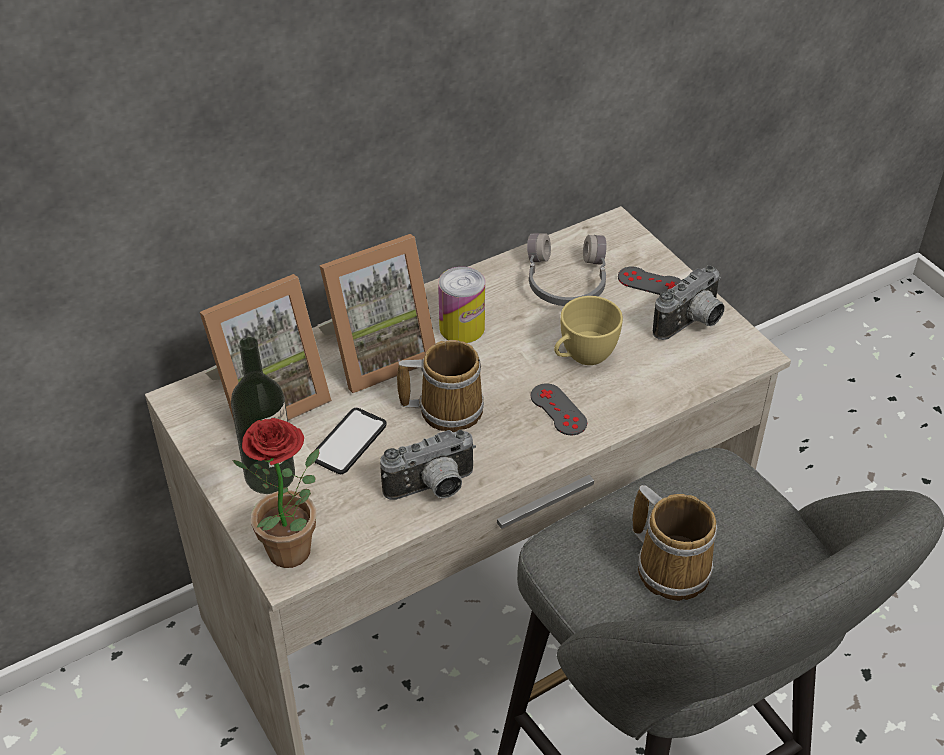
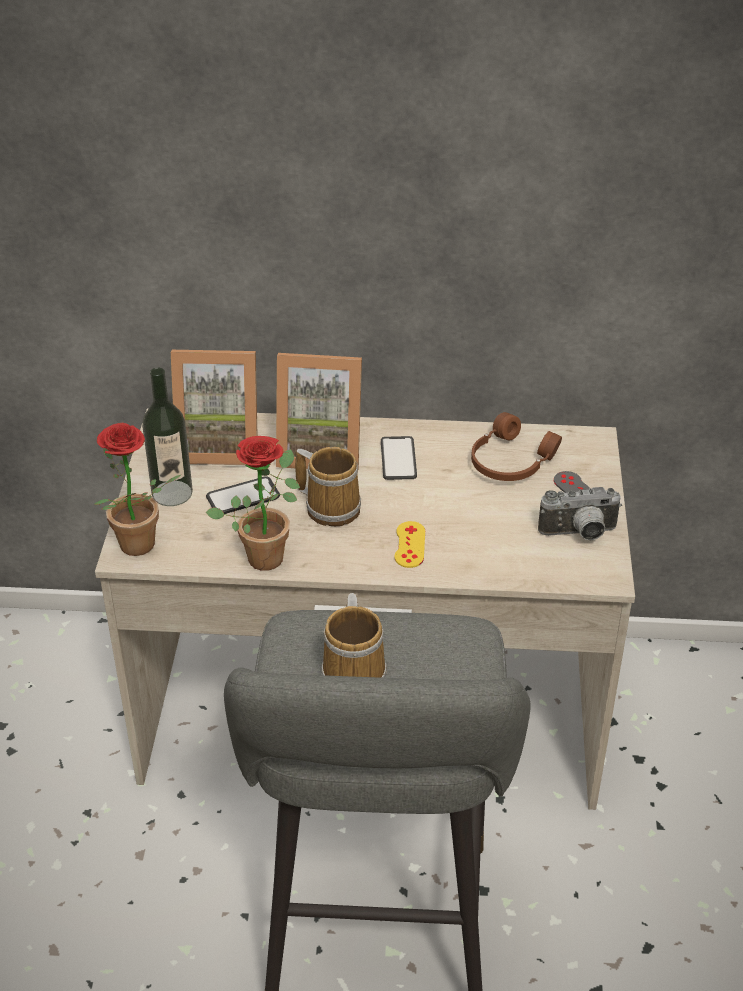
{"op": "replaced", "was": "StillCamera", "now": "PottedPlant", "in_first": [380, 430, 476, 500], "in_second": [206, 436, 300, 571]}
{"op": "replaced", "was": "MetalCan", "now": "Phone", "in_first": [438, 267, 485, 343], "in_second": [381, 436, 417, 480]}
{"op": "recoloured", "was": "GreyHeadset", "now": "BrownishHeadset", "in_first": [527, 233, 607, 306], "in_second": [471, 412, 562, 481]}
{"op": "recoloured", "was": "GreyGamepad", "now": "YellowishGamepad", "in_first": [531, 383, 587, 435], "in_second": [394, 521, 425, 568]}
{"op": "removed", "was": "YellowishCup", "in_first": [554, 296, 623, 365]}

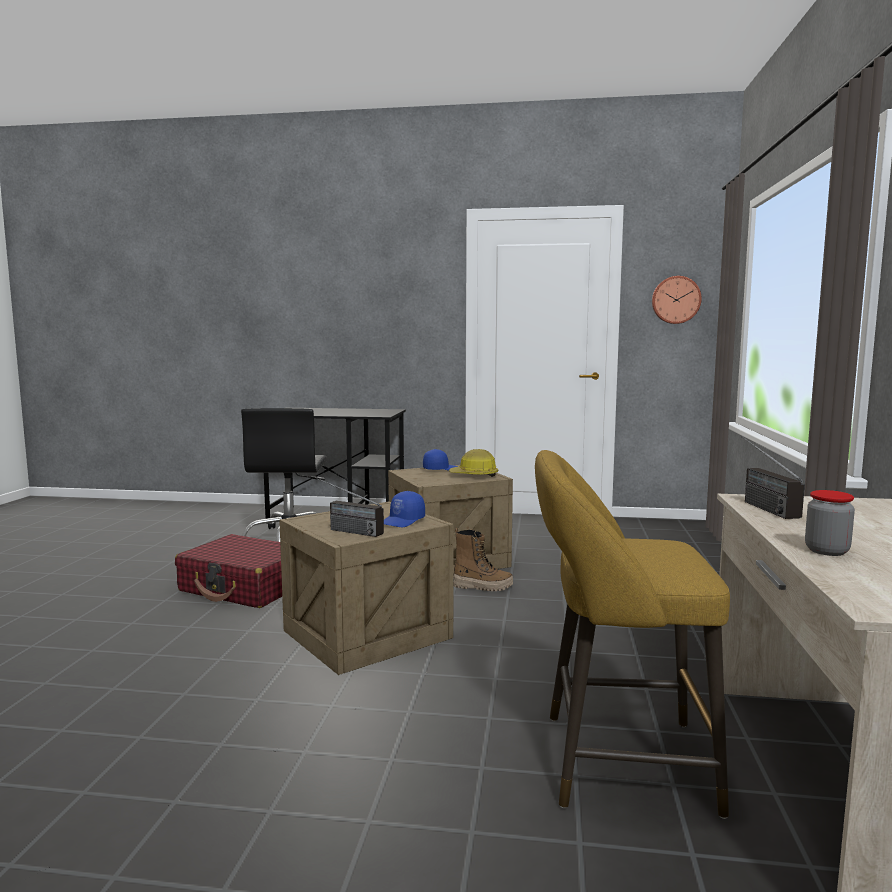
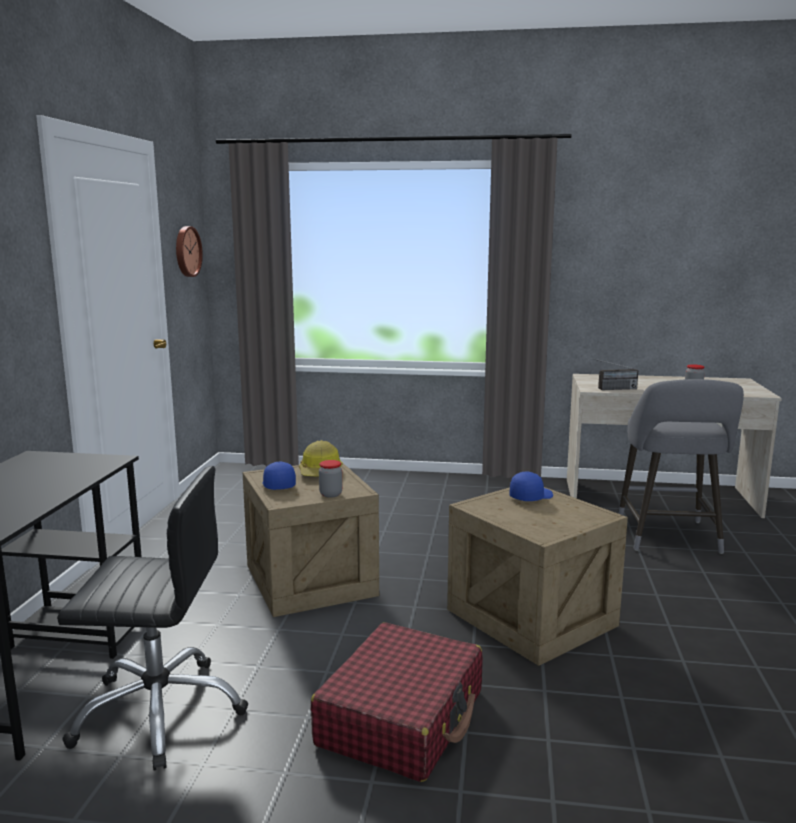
{"op": "removed", "was": "Radio", "in_first": [313, 476, 384, 537]}
{"op": "turned", "was": "BluishCap", "in_first": [384, 491, 425, 527], "in_second": [510, 472, 553, 501], "clockwise": -75}
{"op": "removed", "was": "TallBoot", "in_first": [453, 528, 513, 591]}
{"op": "recoloured", "was": "YellowishStool", "now": "GreyStool", "in_first": [535, 450, 730, 819], "in_second": [618, 379, 744, 554]}
{"op": "added", "now": "Jar", "in_second": [319, 460, 342, 498]}

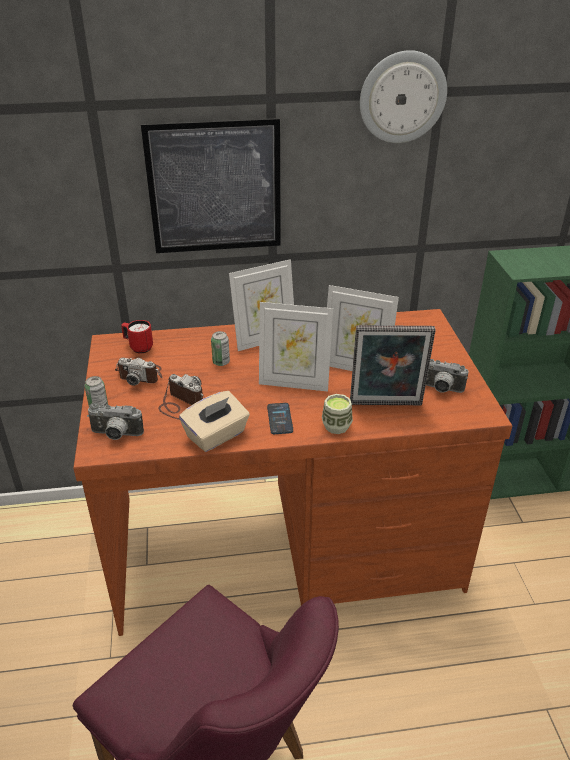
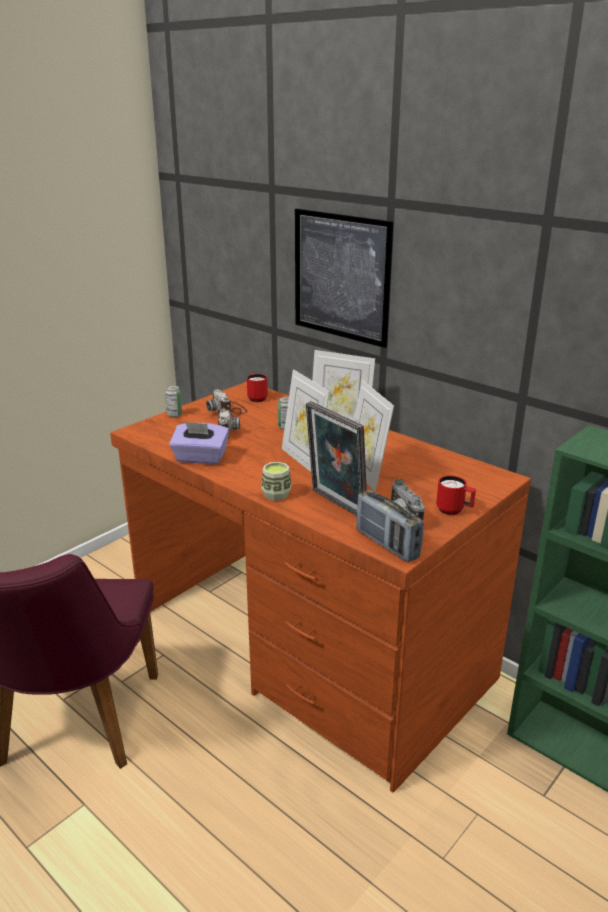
{"op": "removed", "was": "StillCamera", "in_first": [87, 403, 144, 440]}
{"op": "recoloured", "was": "BeigeTissueHolder", "now": "PurplishTissueHolder", "in_first": [179, 391, 250, 452], "in_second": [169, 422, 229, 464]}
{"op": "removed", "was": "Phone", "in_first": [267, 403, 293, 434]}
{"op": "removed", "was": "WallClock", "in_first": [360, 50, 447, 143]}
{"op": "added", "now": "Radio", "in_second": [356, 490, 423, 562]}
{"op": "added", "now": "RedColouredTeaMug", "in_second": [436, 476, 476, 515]}

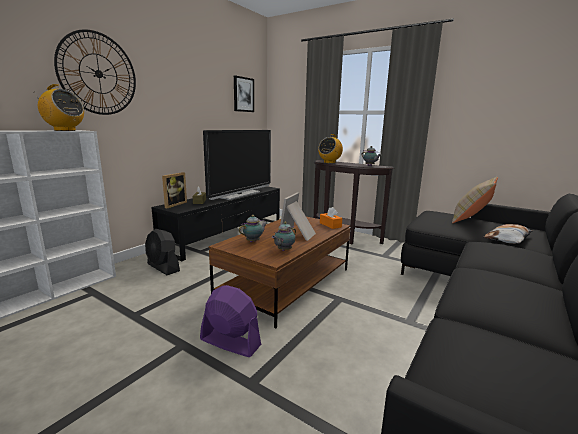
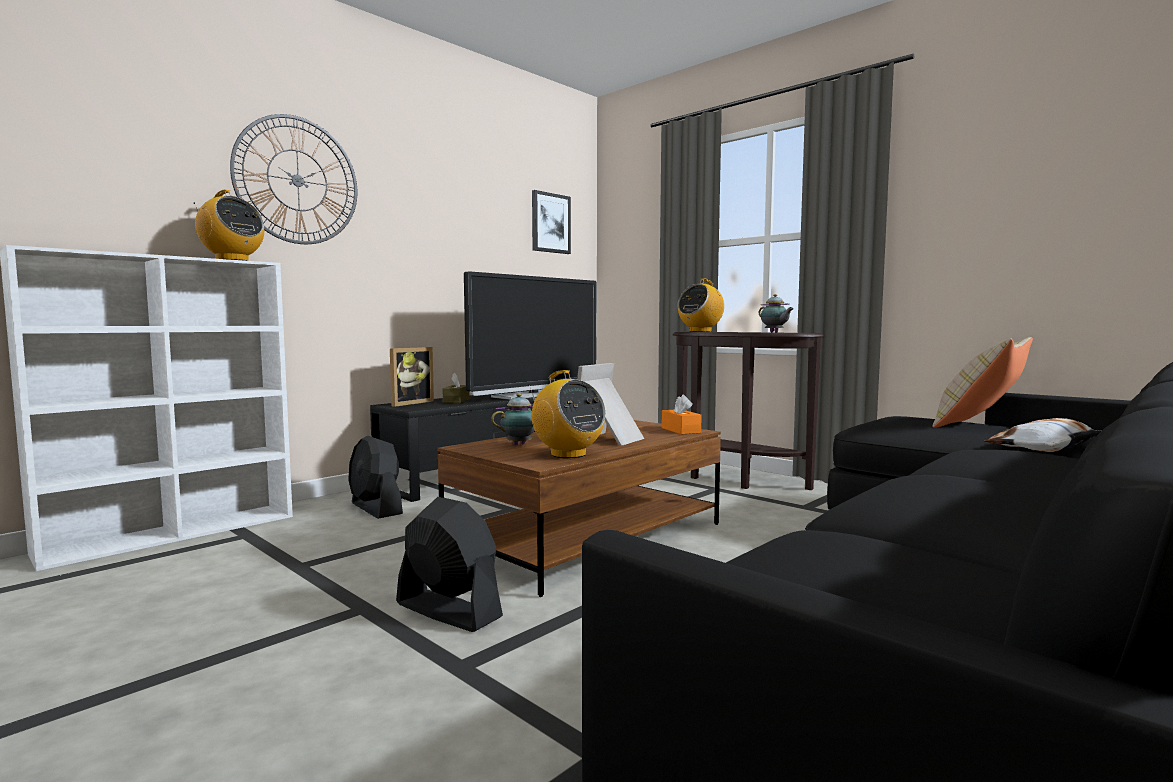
{"op": "recoloured", "was": "PurplishCoolingFan", "now": "BlackColouredCoolingFan", "in_first": [200, 285, 261, 357], "in_second": [396, 497, 503, 632]}
{"op": "replaced", "was": "Teapot", "now": "Radio", "in_first": [272, 222, 296, 251], "in_second": [528, 370, 606, 458]}

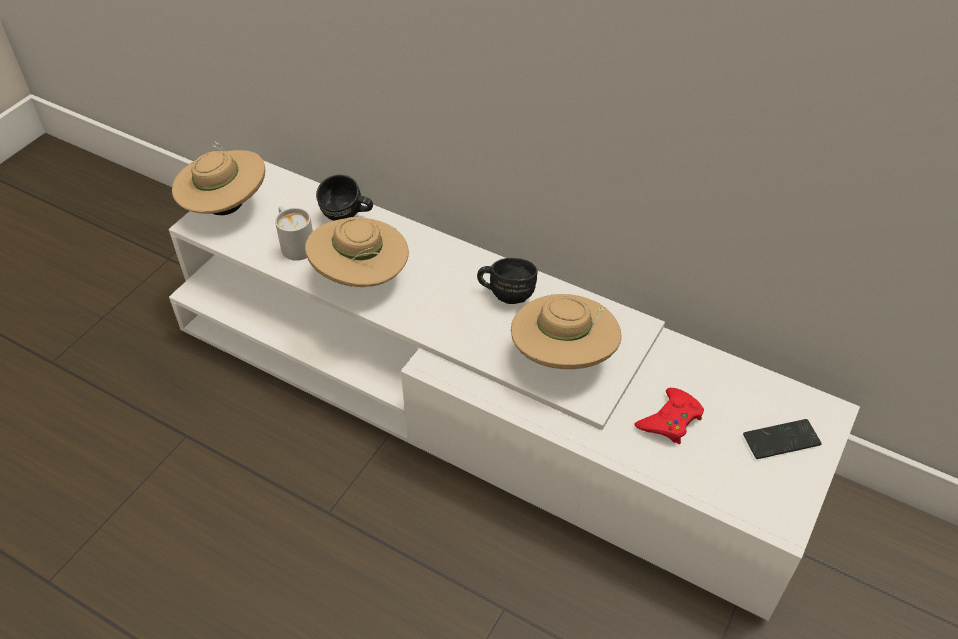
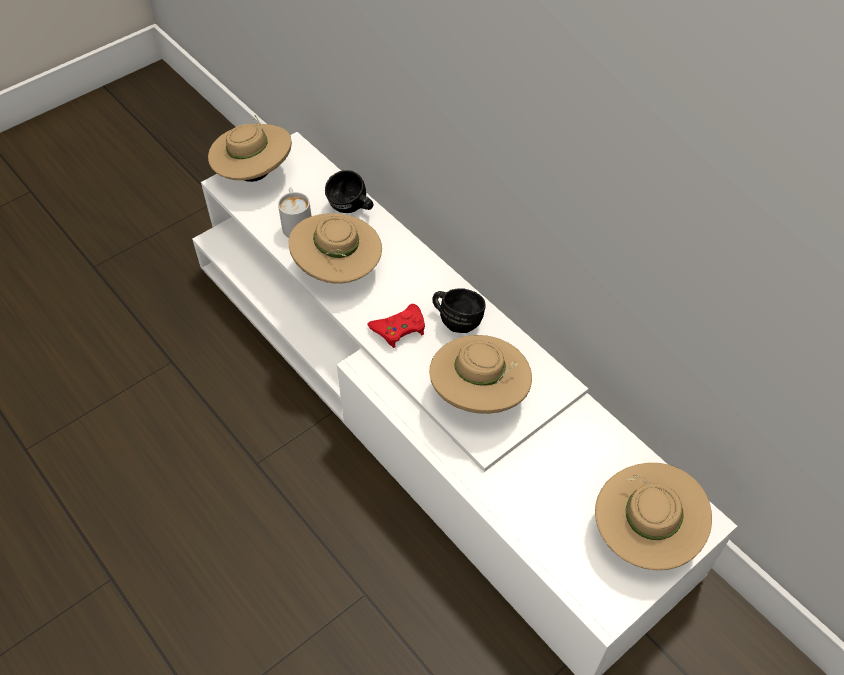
{"op": "moved", "was": "RedColouredGamepad", "in_first": [634, 388, 704, 444], "in_second": [367, 304, 425, 348]}
{"op": "replaced", "was": "Phone", "now": "BeigeClothingHat", "in_first": [743, 419, 822, 459], "in_second": [595, 463, 712, 570]}

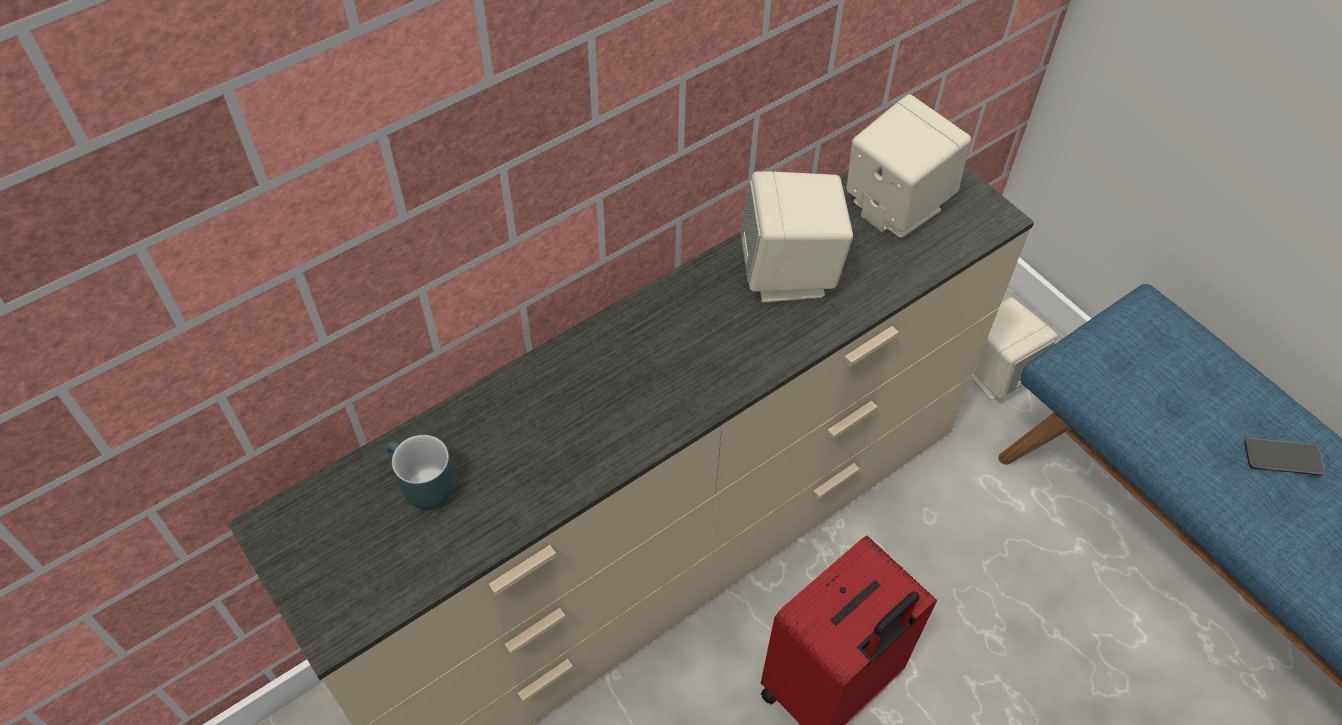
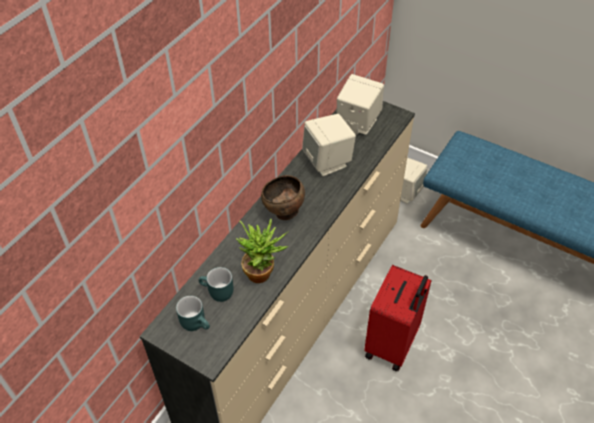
{"op": "removed", "was": "Phone", "in_first": [1245, 438, 1325, 475]}
{"op": "added", "now": "BlueGreenTeaMug", "in_second": [176, 296, 210, 331]}
{"op": "added", "now": "PottedPlant", "in_second": [236, 219, 289, 283]}
{"op": "added", "now": "BrownishServingBowl", "in_second": [261, 175, 305, 220]}

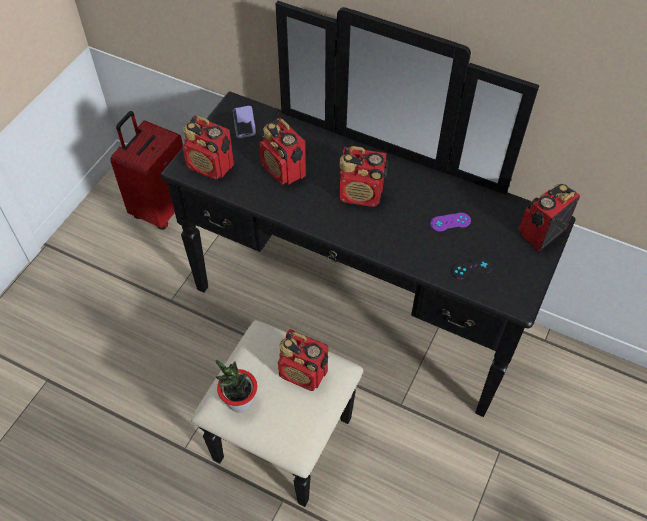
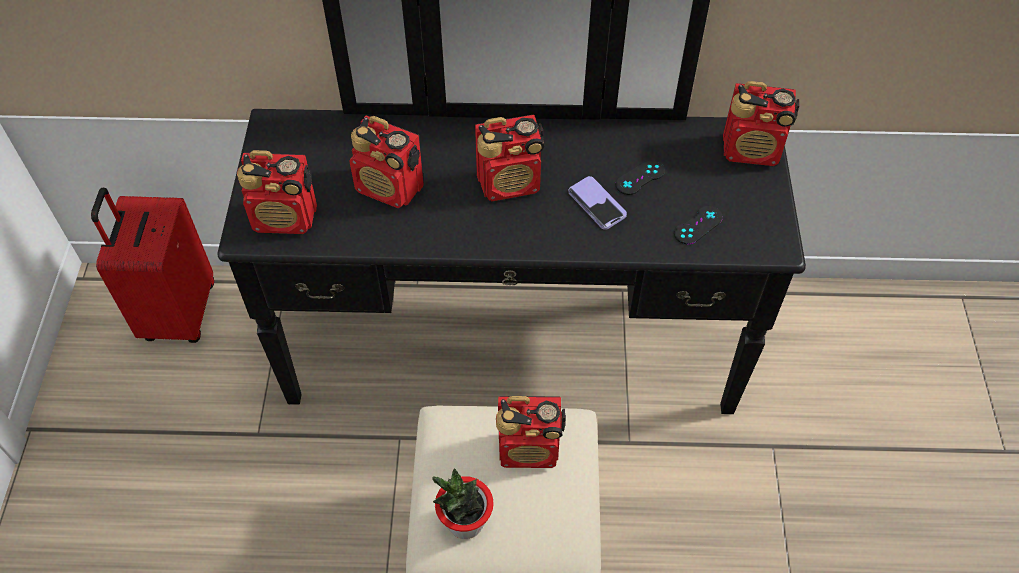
{"op": "moved", "was": "Phone", "in_first": [233, 106, 256, 138], "in_second": [568, 176, 627, 230]}
{"op": "recoloured", "was": "PurplishGamepad", "now": "BlackColouredGamepad", "in_first": [430, 213, 471, 232], "in_second": [615, 160, 665, 195]}
{"op": "turned", "was": "Radio", "in_first": [518, 184, 580, 251], "in_second": [723, 81, 799, 166], "clockwise": -105}

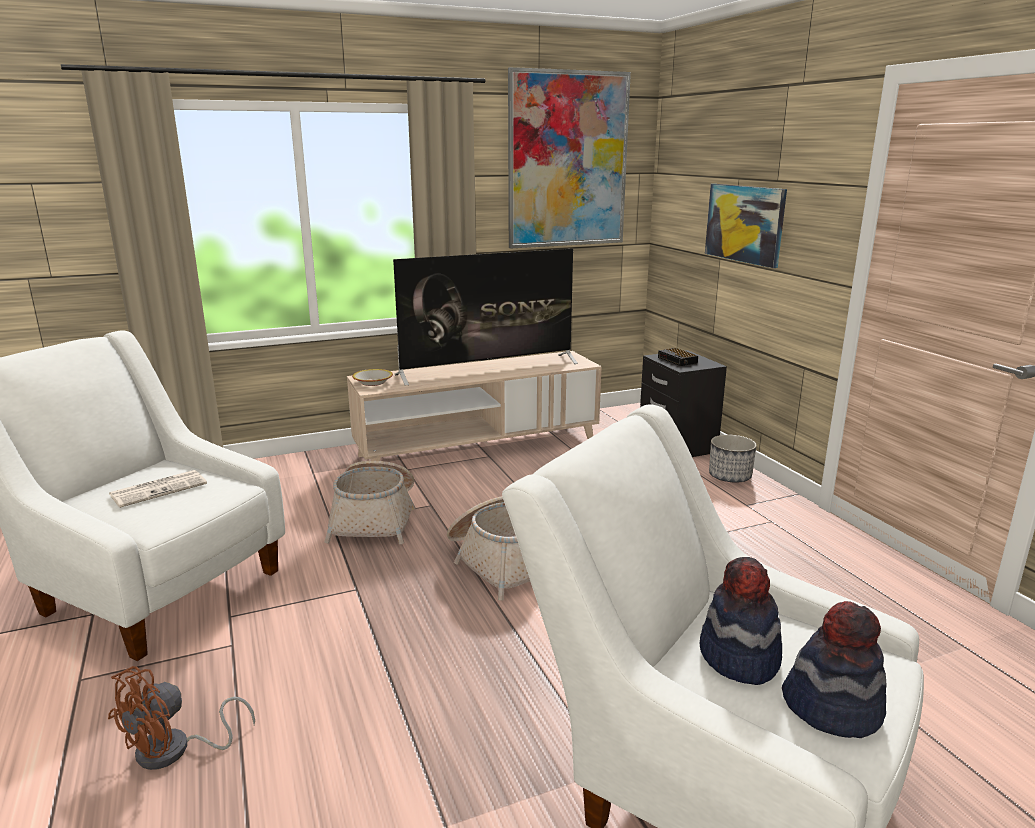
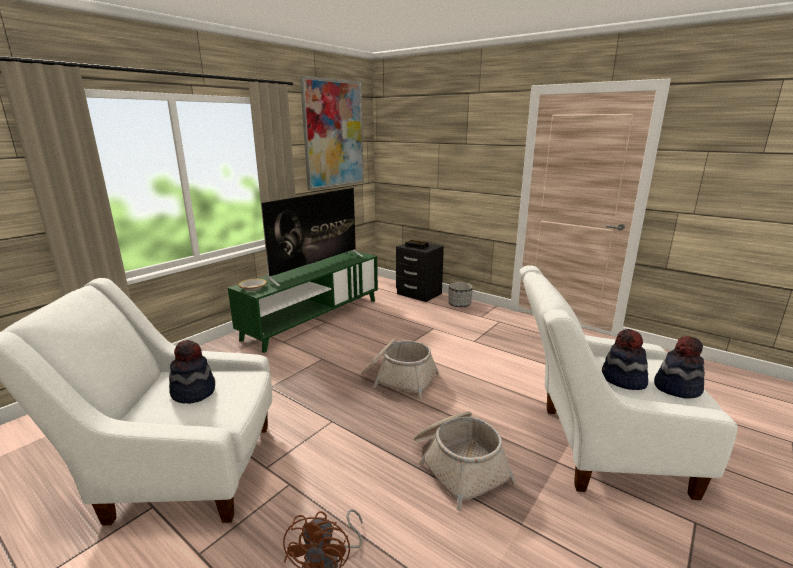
{"op": "replaced", "was": "DailyPaper", "now": "ClothingHat", "in_first": [109, 470, 207, 508], "in_second": [169, 340, 215, 404]}
{"op": "moved", "was": "StorageBasket", "in_first": [325, 461, 416, 544], "in_second": [414, 411, 516, 511]}
{"op": "recoloured", "was": "BeigeMediaConsole", "now": "GreenishMediaConsole", "in_first": [347, 351, 602, 461], "in_second": [228, 250, 378, 353]}
{"op": "removed", "was": "WallPicture", "in_first": [705, 184, 787, 268]}

